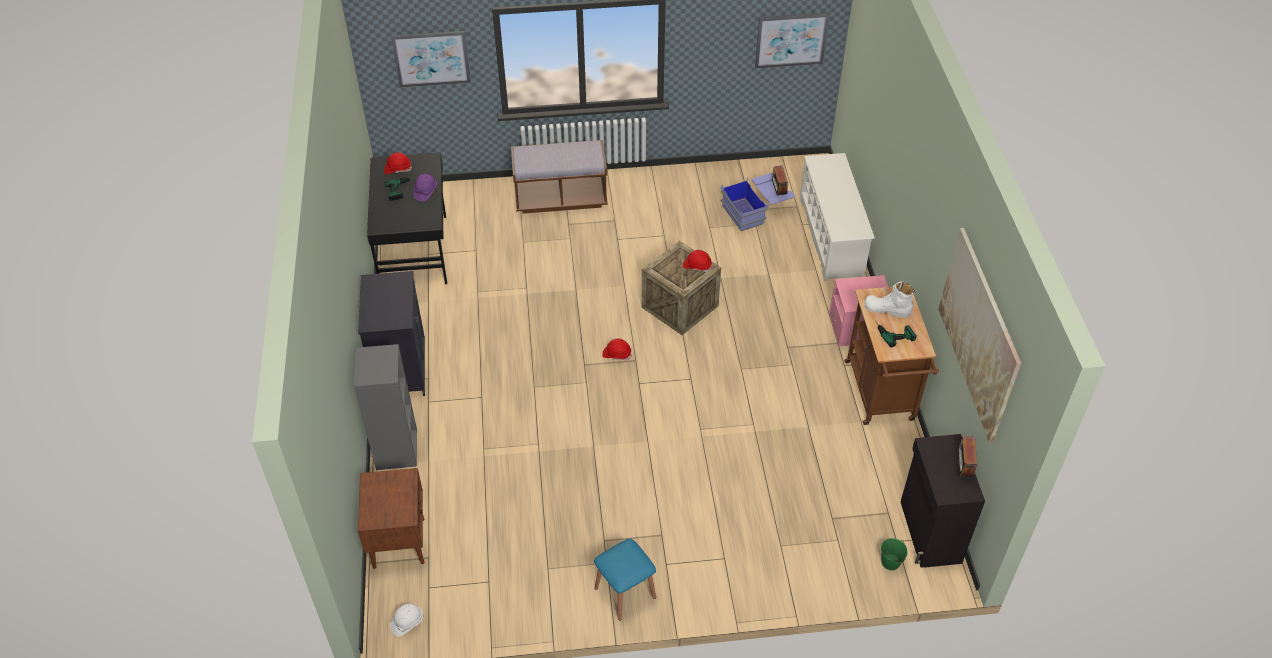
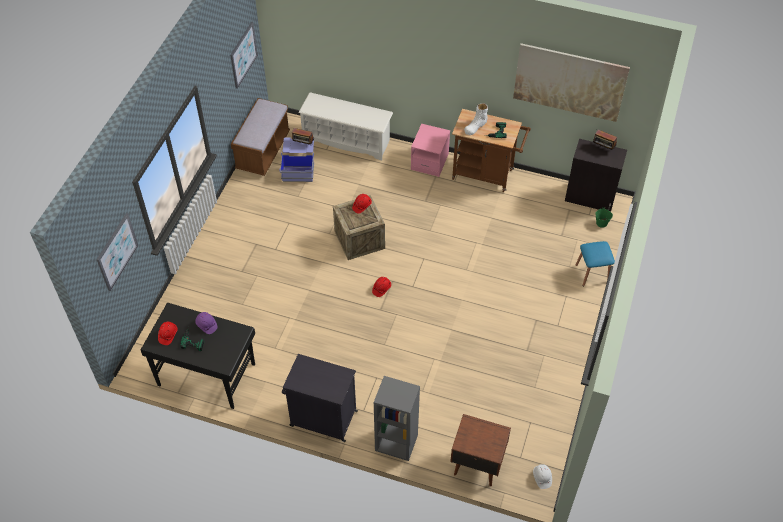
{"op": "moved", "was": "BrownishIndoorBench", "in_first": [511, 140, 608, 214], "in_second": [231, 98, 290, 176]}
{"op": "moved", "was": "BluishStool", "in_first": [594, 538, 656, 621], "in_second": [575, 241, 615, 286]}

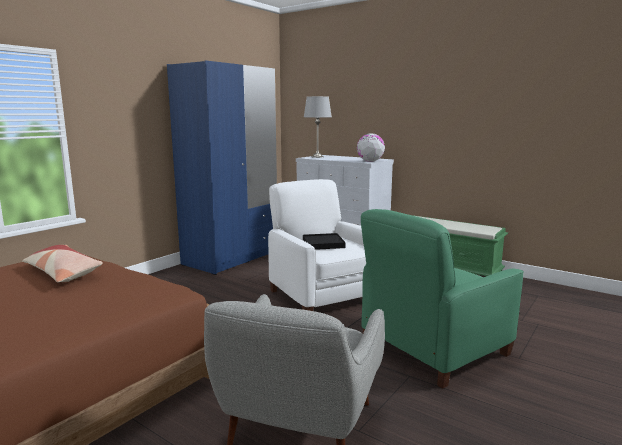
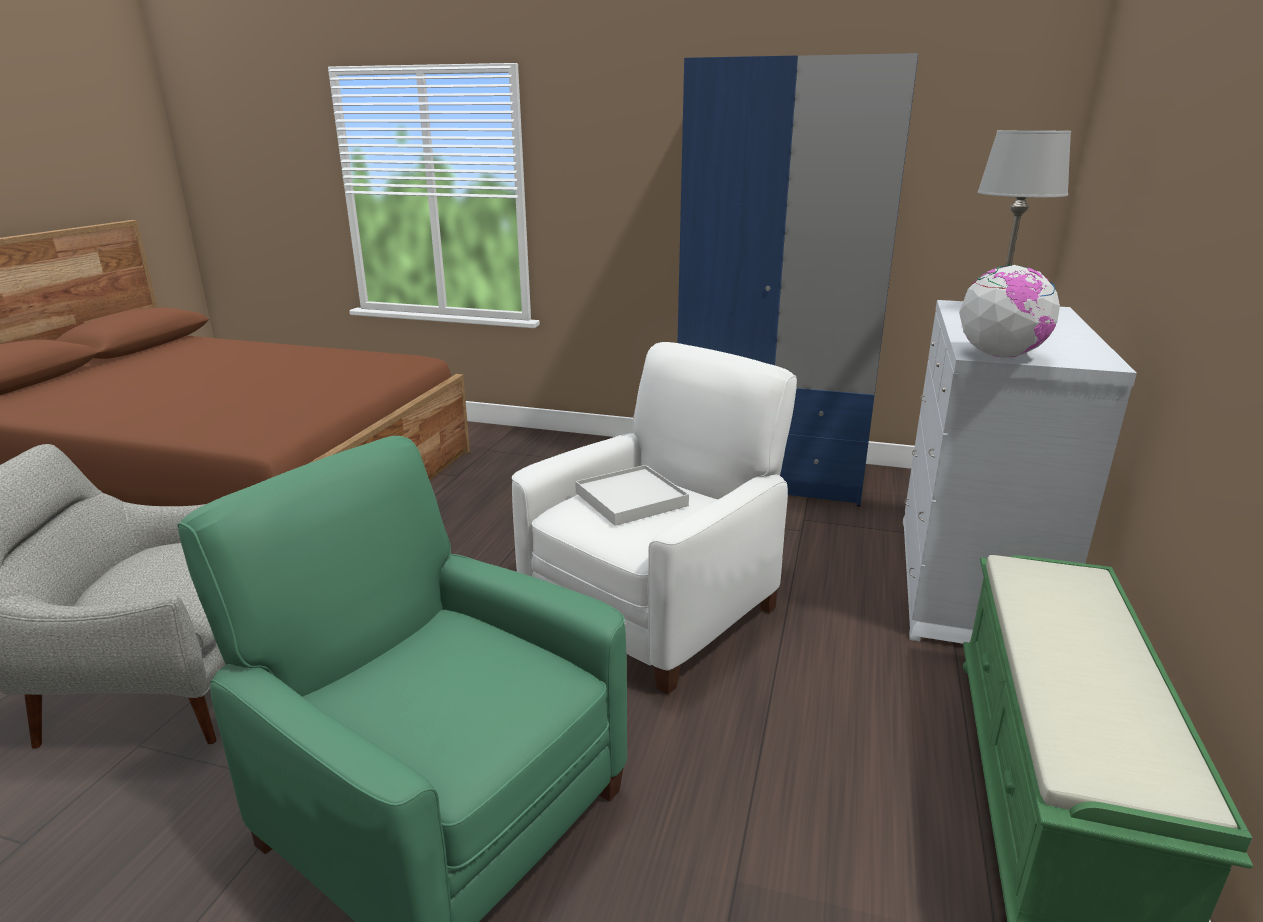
{"op": "removed", "was": "Cushion", "in_first": [22, 245, 103, 282]}
{"op": "recoloured", "was": "BlackColouredTray", "now": "WhiteColouredTray", "in_first": [303, 233, 346, 250], "in_second": [575, 465, 689, 526]}

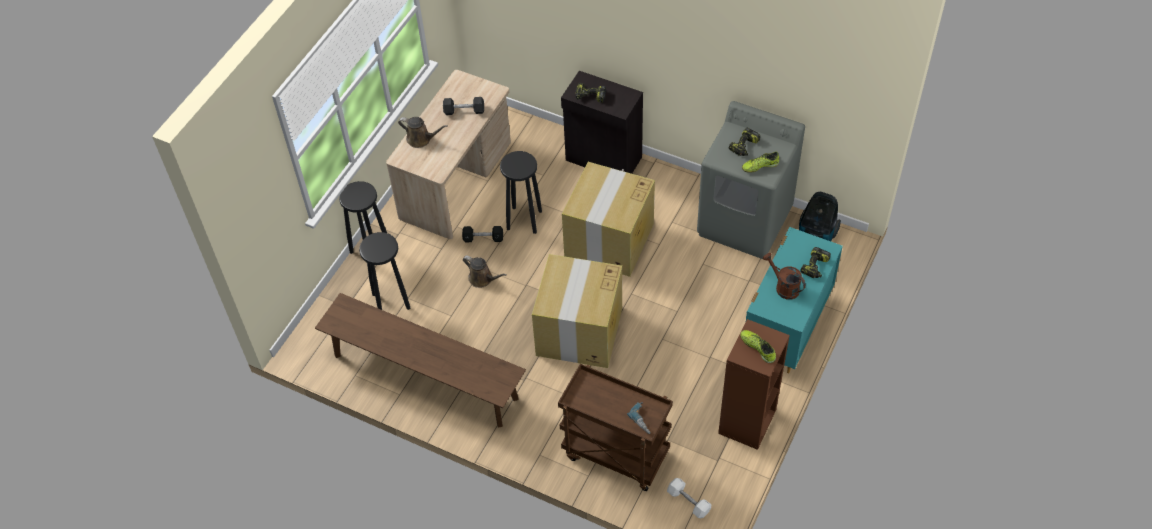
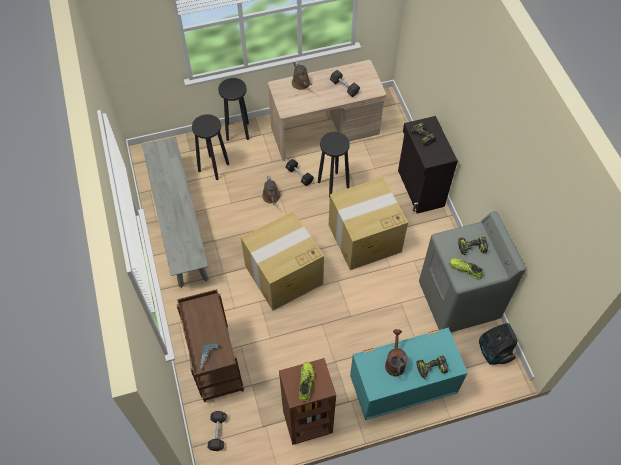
{"op": "recoloured", "was": "BrownishIndoorBench", "now": "GreyIndoorBench", "in_first": [315, 293, 526, 428], "in_second": [142, 137, 208, 288]}
{"op": "recoloured", "was": "WhiteColouredFreeWeight", "now": "BlackColouredFreeWeight", "in_first": [667, 478, 711, 518], "in_second": [207, 411, 227, 451]}

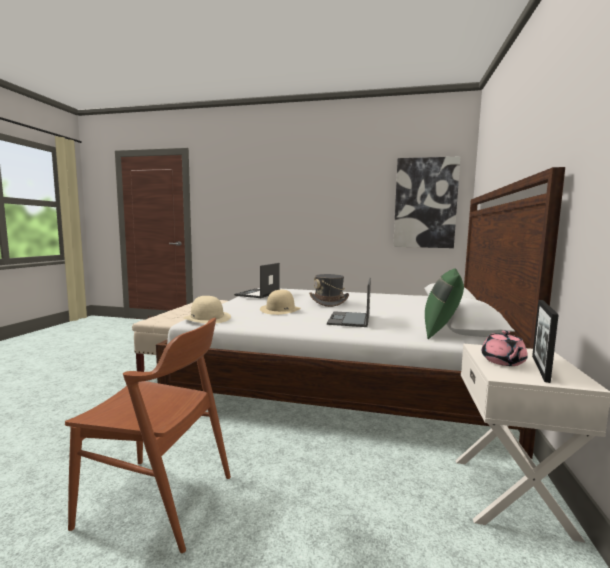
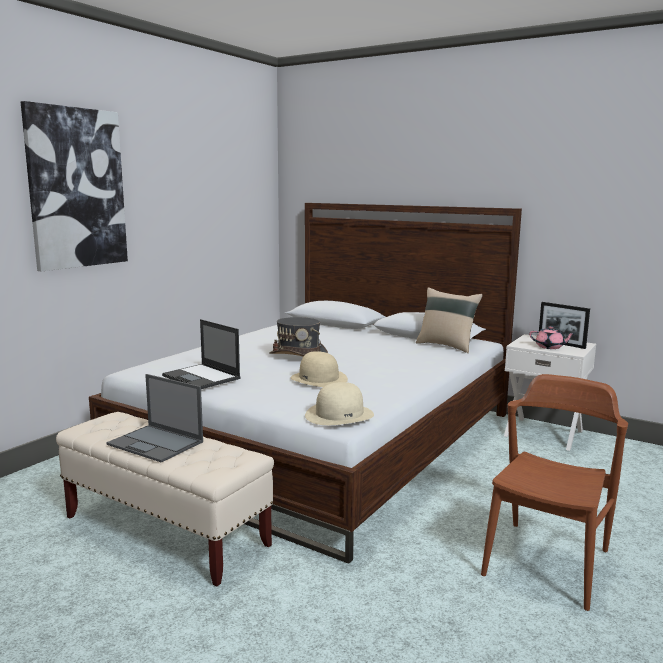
{"op": "moved", "was": "Laptop", "in_first": [327, 278, 371, 327], "in_second": [106, 374, 203, 462]}
{"op": "moved", "was": "WallPicture", "in_first": [393, 156, 460, 248], "in_second": [21, 101, 128, 271]}
{"op": "recoloured", "was": "GreenishCushion", "now": "BeigeCushion", "in_first": [425, 268, 464, 339], "in_second": [416, 287, 483, 353]}

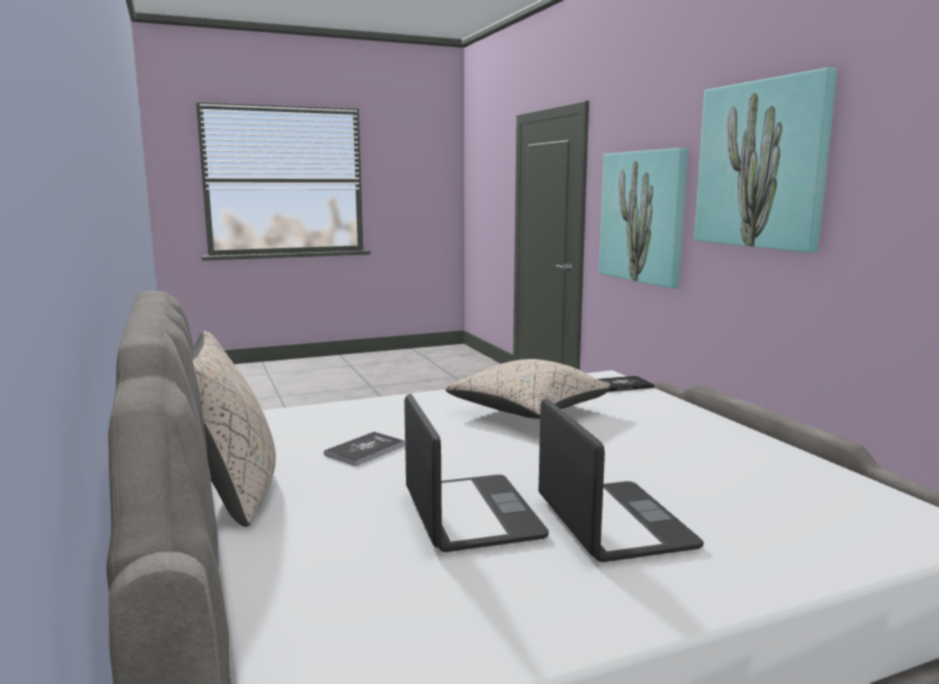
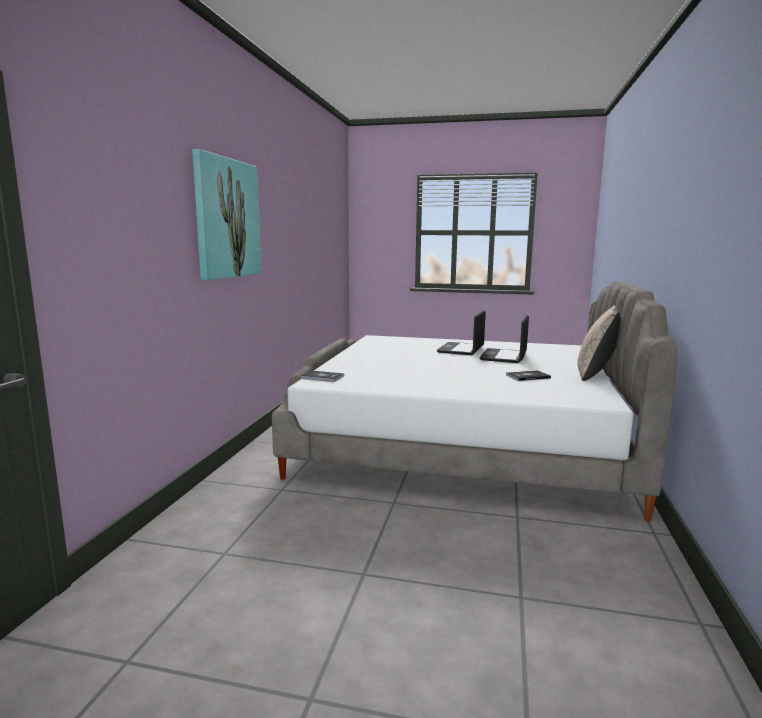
{"op": "removed", "was": "BeigeCushion", "in_first": [445, 359, 610, 419]}
{"op": "removed", "was": "WallPicture", "in_first": [599, 148, 688, 289]}

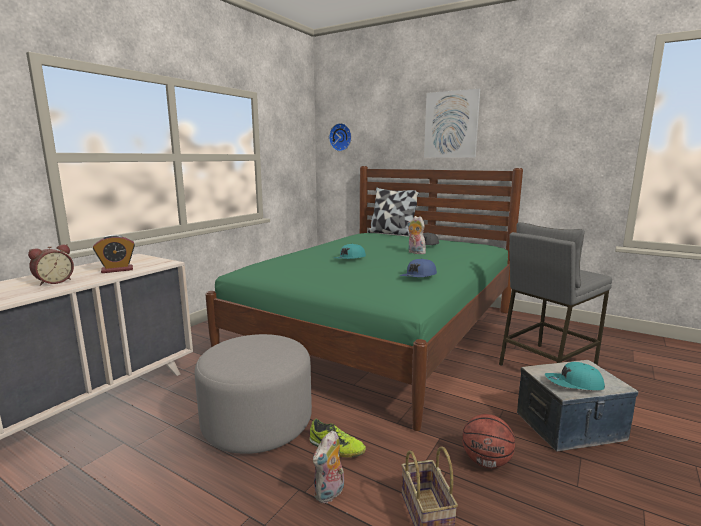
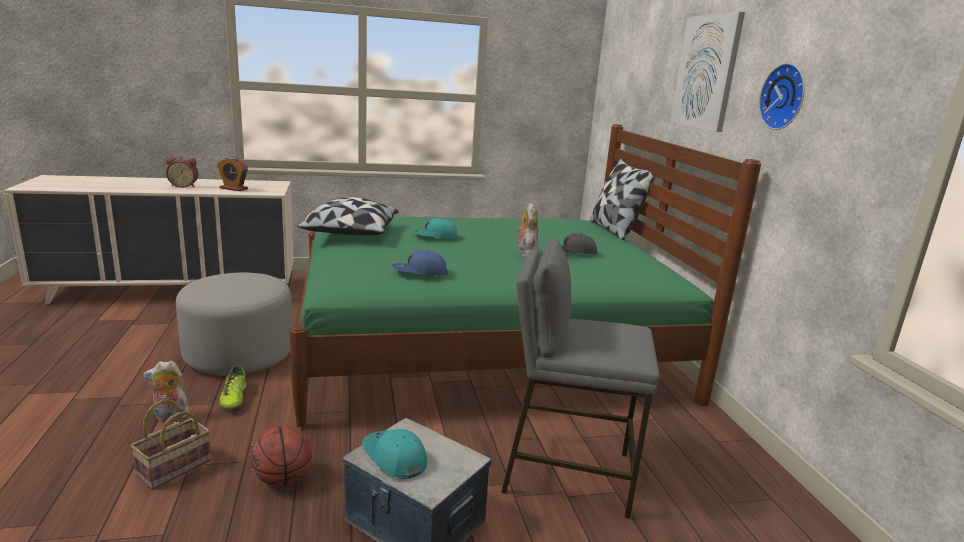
{"op": "moved", "was": "WallClock", "in_first": [329, 123, 352, 151], "in_second": [759, 63, 805, 130]}
{"op": "added", "now": "Cushion", "in_second": [297, 197, 399, 235]}

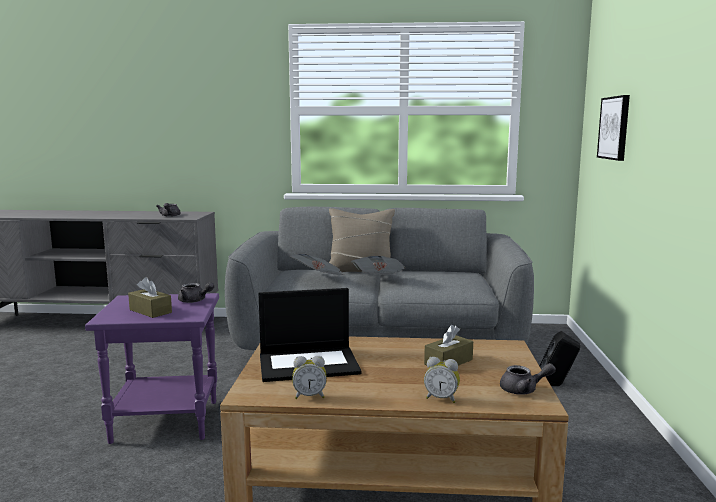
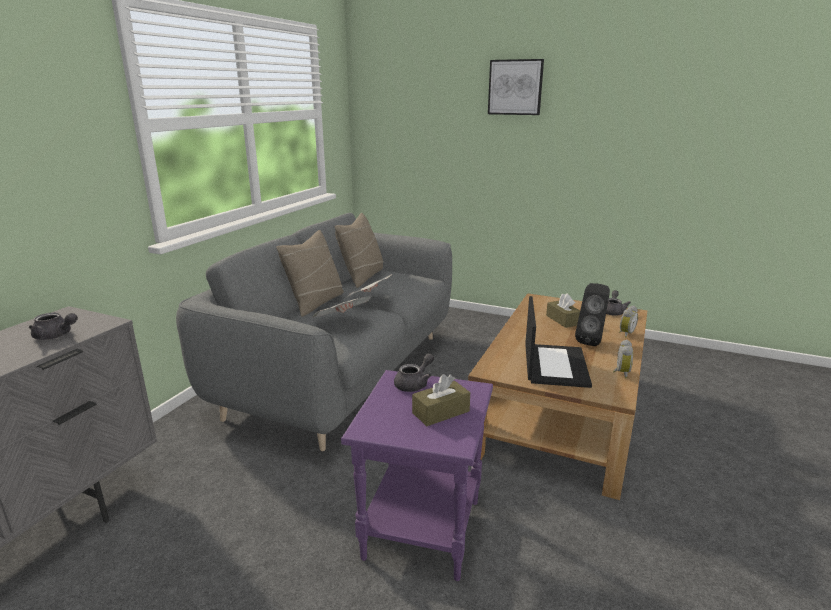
{"op": "moved", "was": "BlackColouredLoudspeaker", "in_first": [539, 331, 580, 386], "in_second": [575, 283, 610, 346]}
{"op": "moved", "was": "WallPicture", "in_first": [597, 95, 630, 161], "in_second": [488, 59, 544, 115]}
{"op": "added", "now": "BeigeCushion", "in_second": [334, 213, 383, 288]}

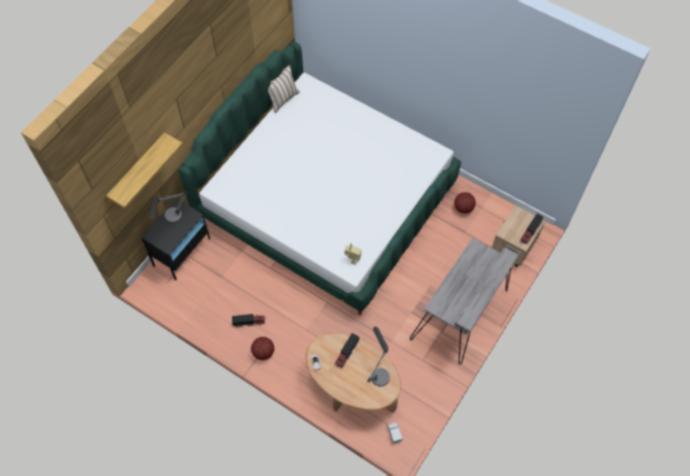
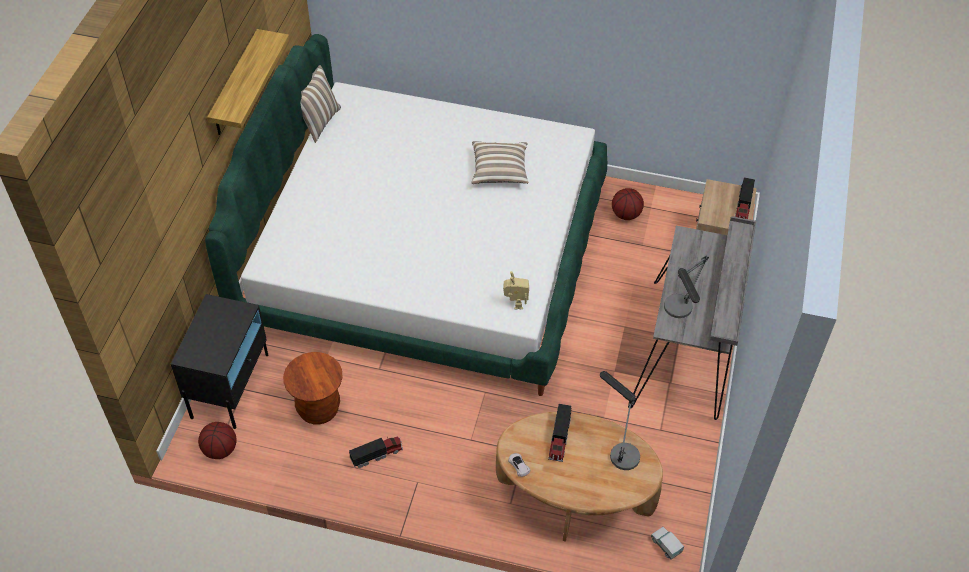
{"op": "moved", "was": "Shelf", "in_first": [106, 132, 183, 209], "in_second": [207, 29, 290, 135]}
{"op": "moved", "was": "TabletopLamp", "in_first": [150, 191, 187, 223], "in_second": [664, 256, 709, 318]}
{"op": "moved", "was": "Basketball", "in_first": [251, 337, 274, 360], "in_second": [198, 422, 237, 459]}
{"op": "added", "now": "BrownishStool", "in_second": [283, 352, 343, 424]}
{"op": "added", "now": "Cushion", "in_second": [471, 141, 528, 184]}

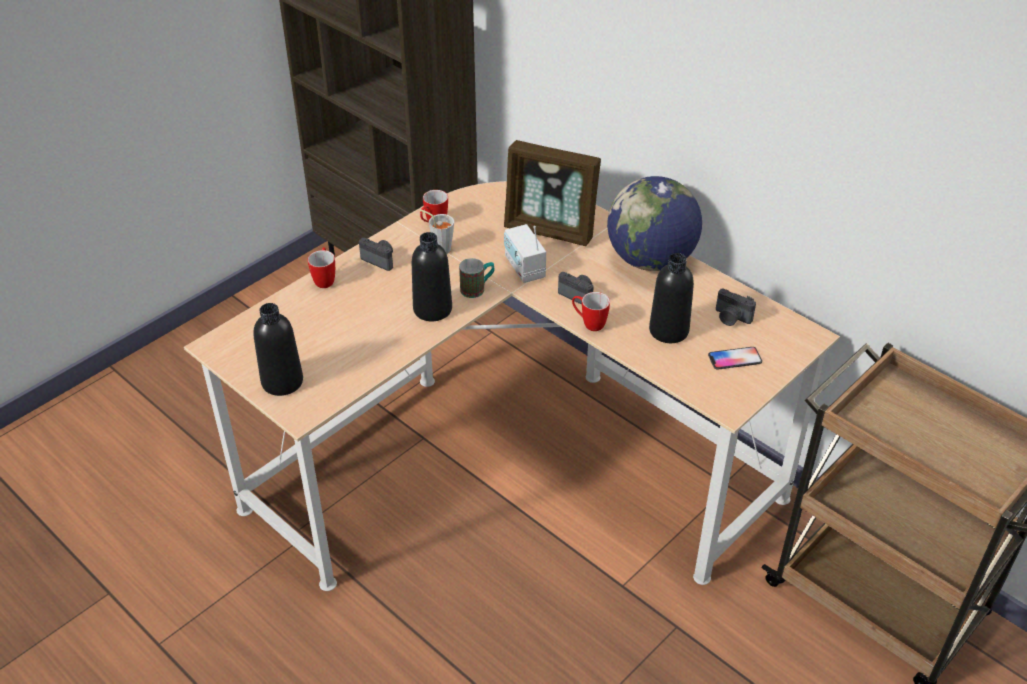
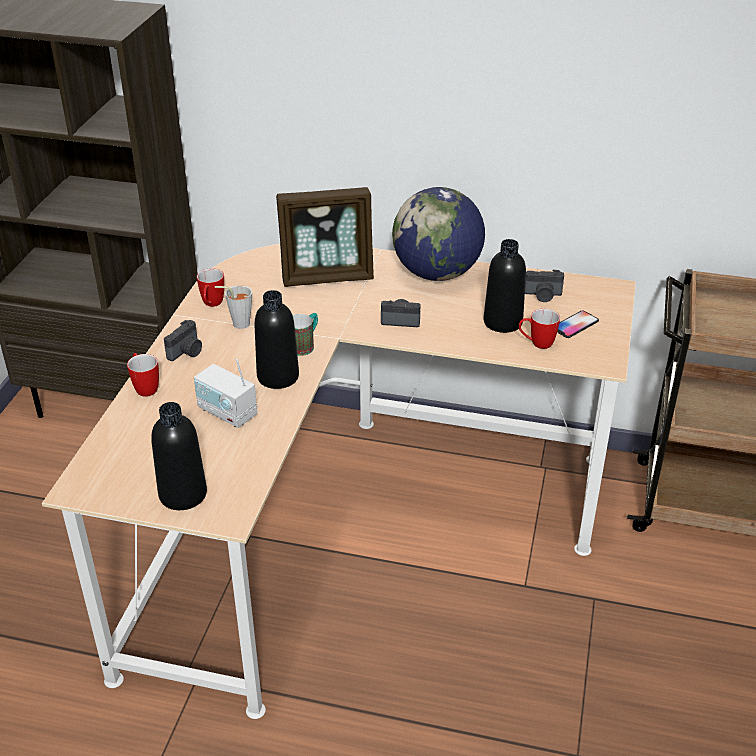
{"op": "turned", "was": "StillCamera", "in_first": [359, 238, 393, 271], "in_second": [164, 320, 202, 361], "clockwise": 120}
{"op": "moved", "was": "Radio", "in_first": [504, 224, 546, 283], "in_second": [194, 359, 257, 428]}
{"op": "moved", "was": "TeaMug", "in_first": [572, 292, 610, 331], "in_second": [519, 309, 560, 349]}

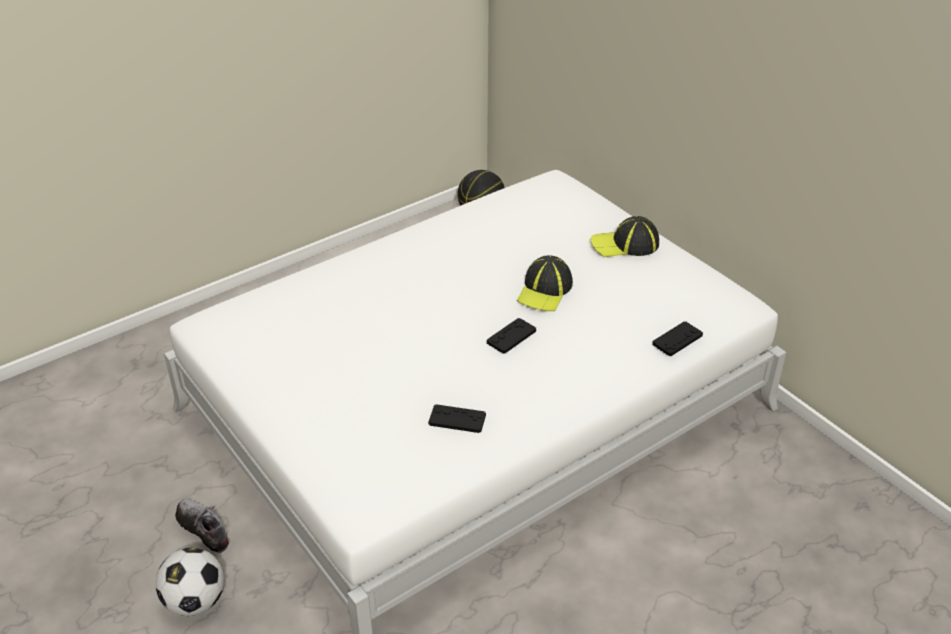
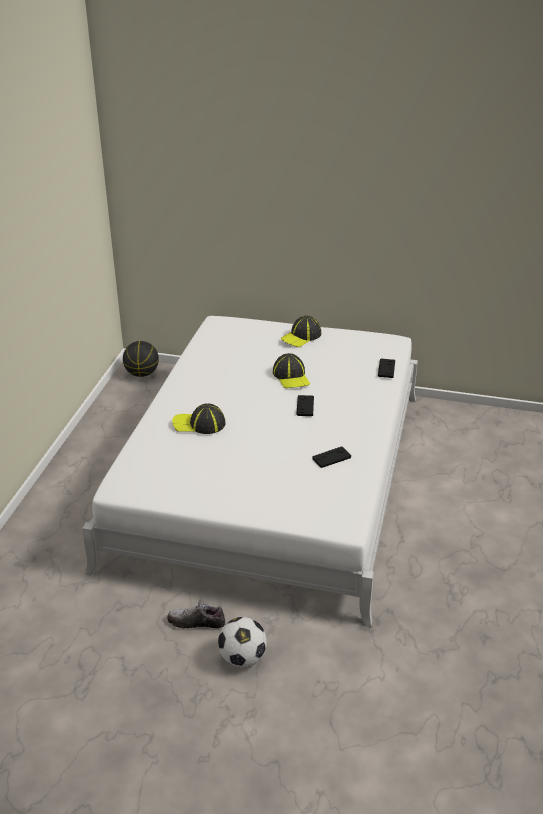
{"op": "added", "now": "Cap", "in_second": [172, 403, 226, 434]}

